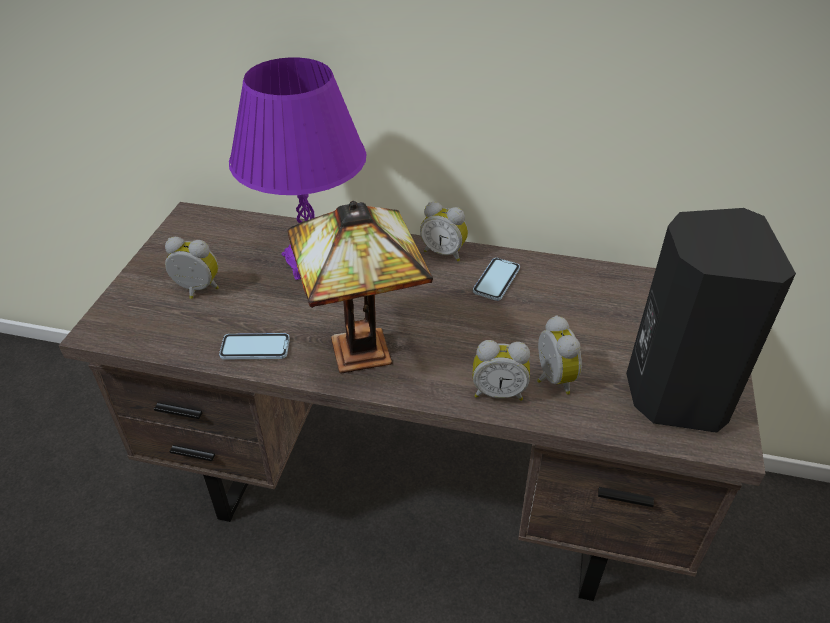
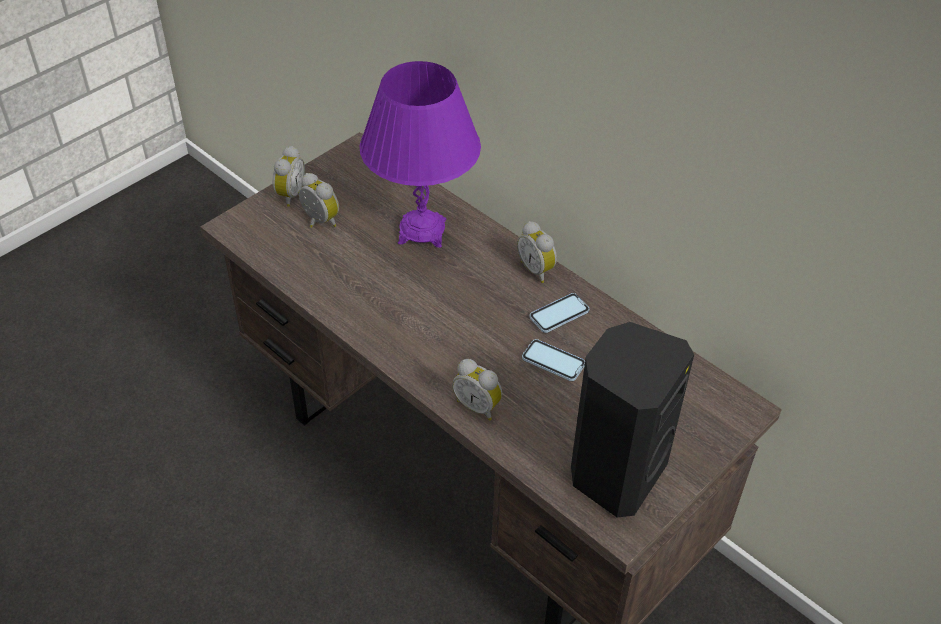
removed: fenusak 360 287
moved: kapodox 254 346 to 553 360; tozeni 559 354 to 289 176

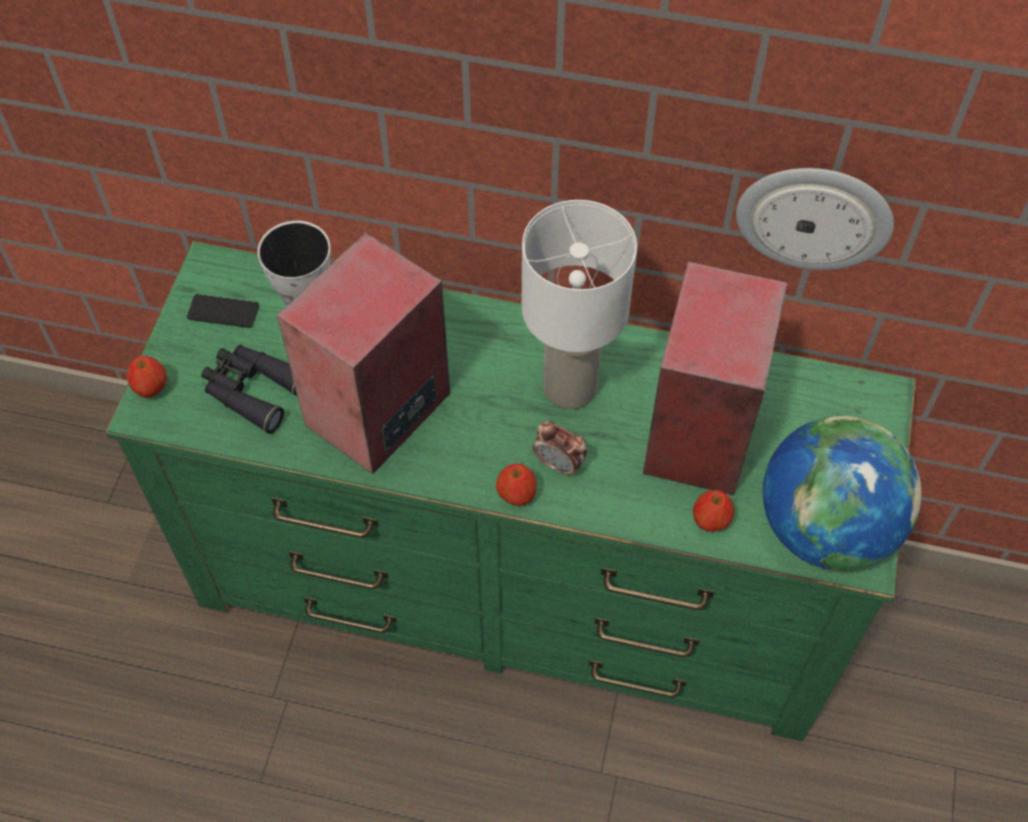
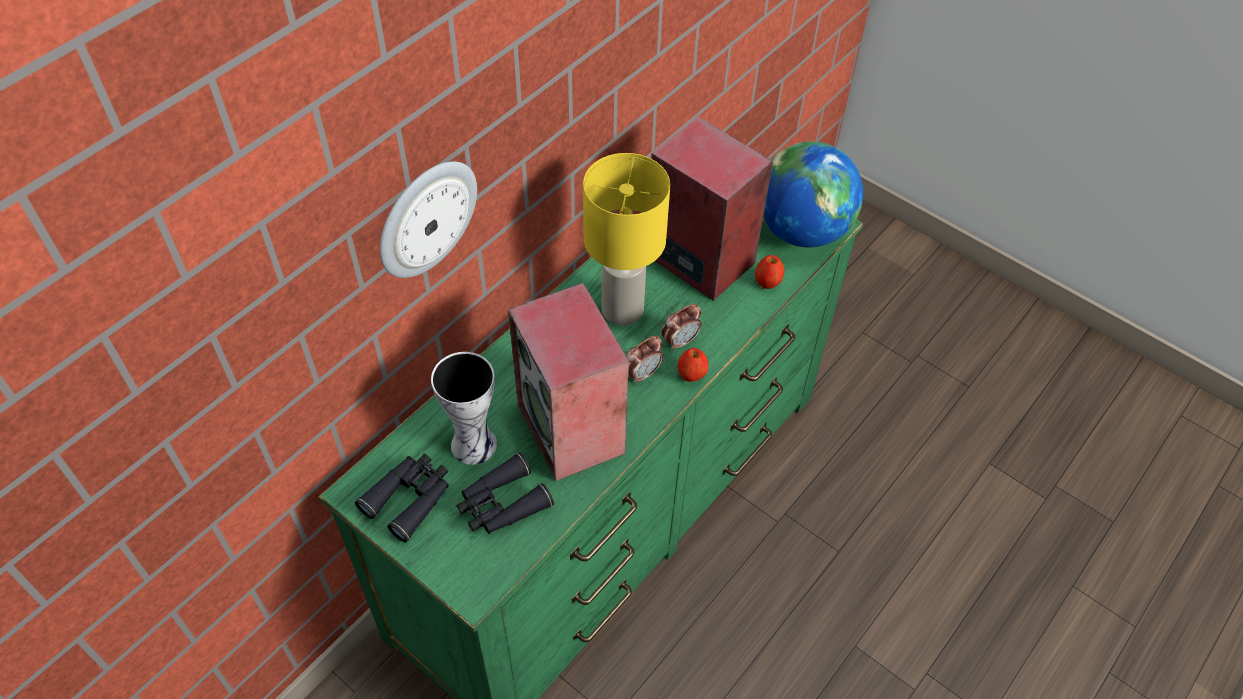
removed: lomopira 147 377
added: tozeni 644 360
moved: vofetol 815 219 to 428 219
replaced: kapodox 223 311 to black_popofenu 402 498
recoloured: white_fenusak 579 304 to yellow_fenusak 626 239

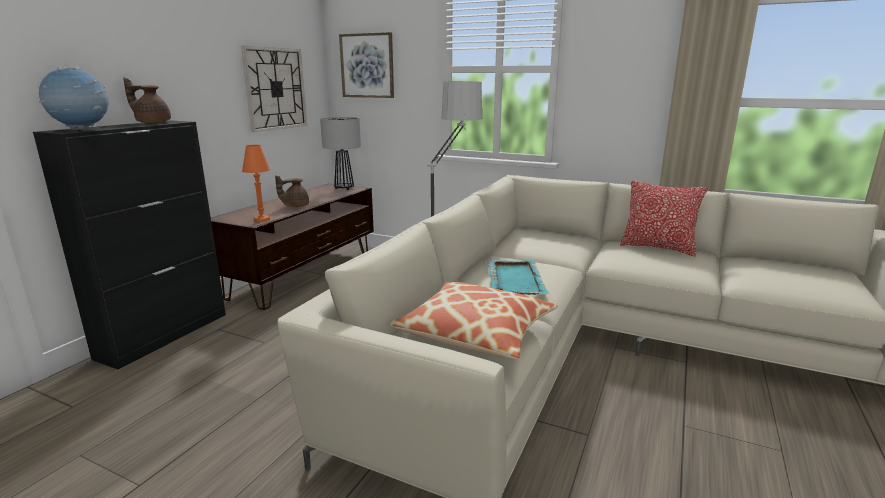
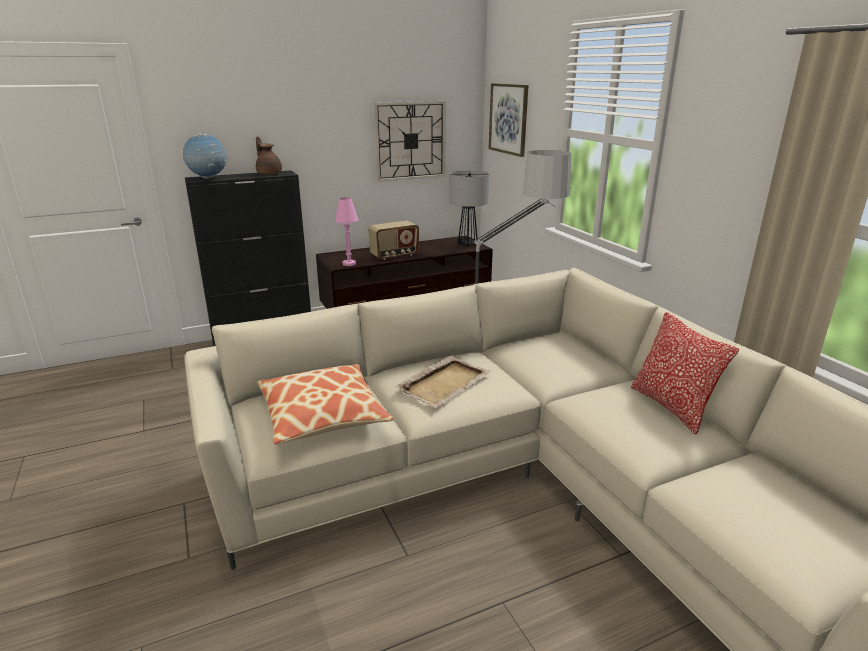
replaced: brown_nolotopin 292 191 to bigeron 393 240
recoloured: orange_fenusak 256 183 to pink_fenusak 346 231; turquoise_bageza 518 277 to beige_bageza 443 382

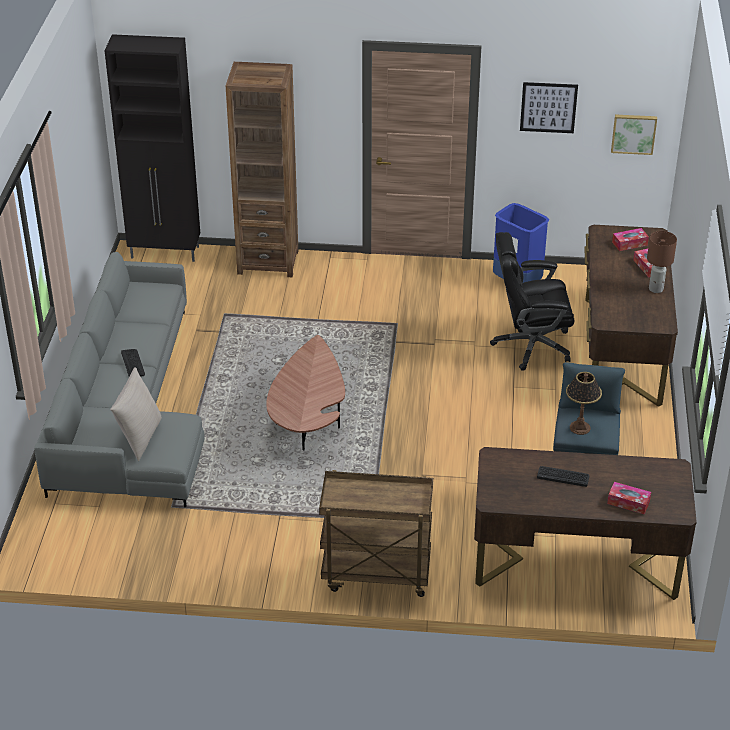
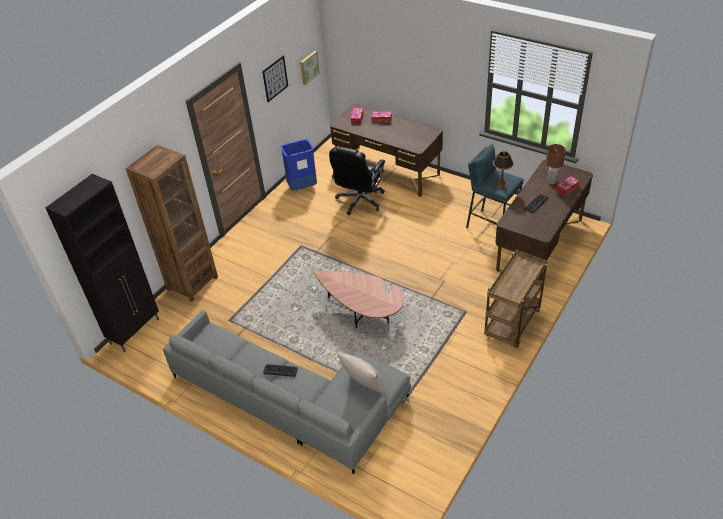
moved: brown_fenusak 662 262 to 556 164

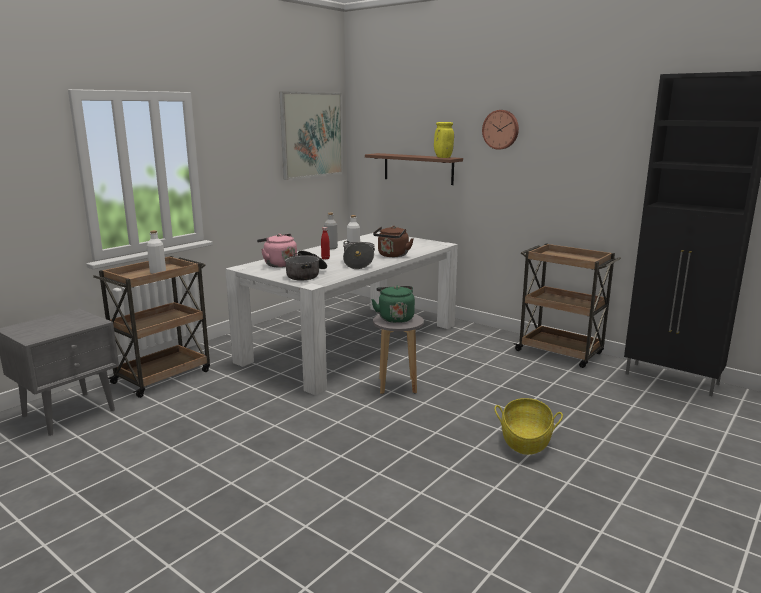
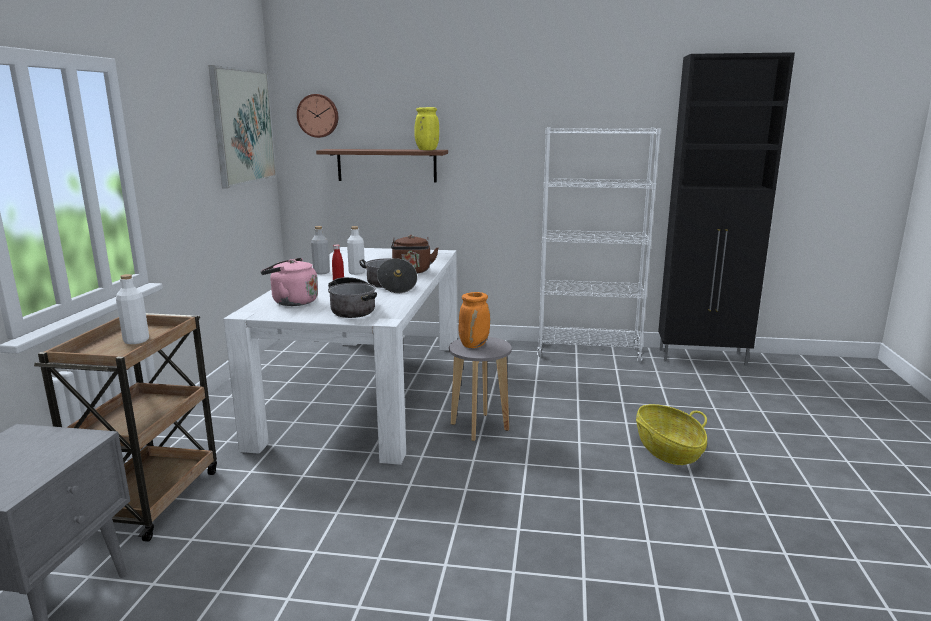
moved: vofetol 500 130 to 317 116
replaced: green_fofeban 393 304 to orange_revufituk 474 320; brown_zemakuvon 567 306 to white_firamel 599 244

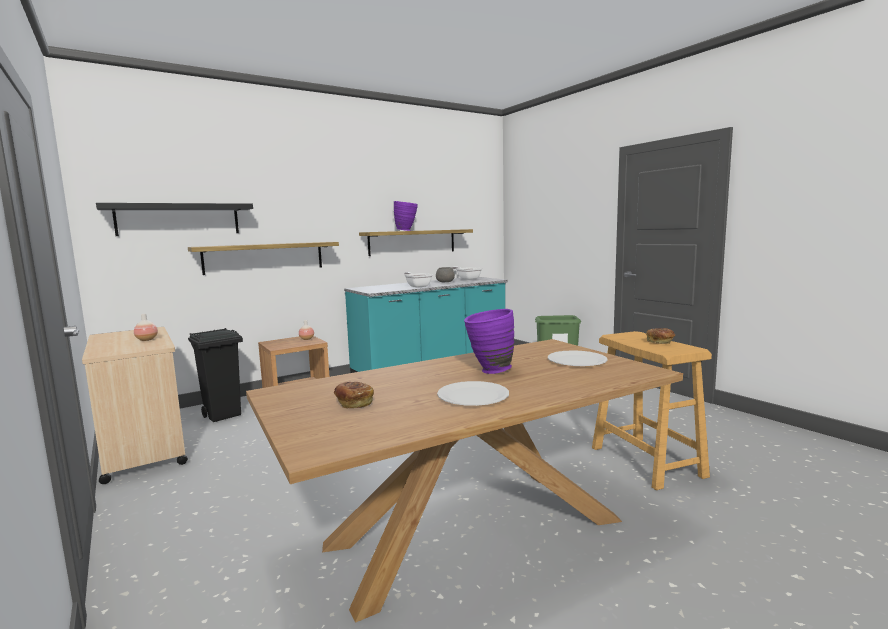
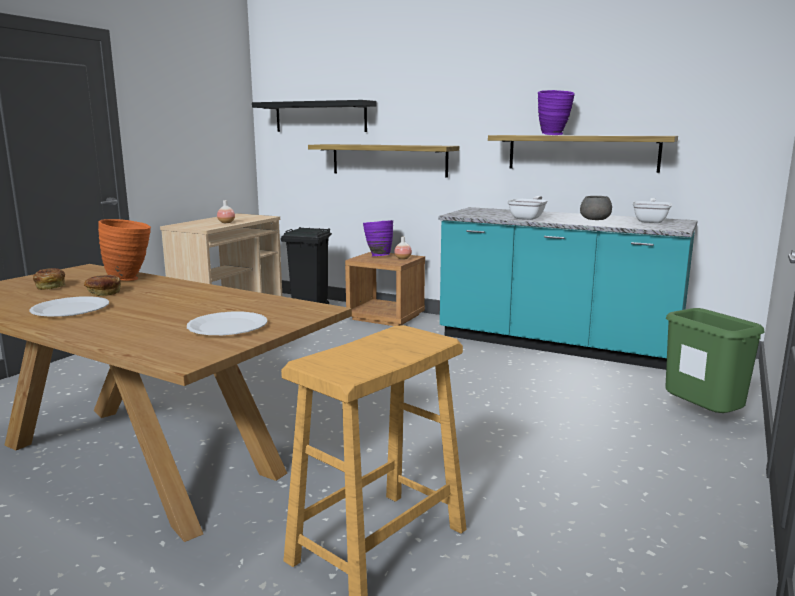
added: orange_revufituk 124 250
moved: purple_revufituk 489 341 to 378 238; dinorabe 660 336 to 102 285

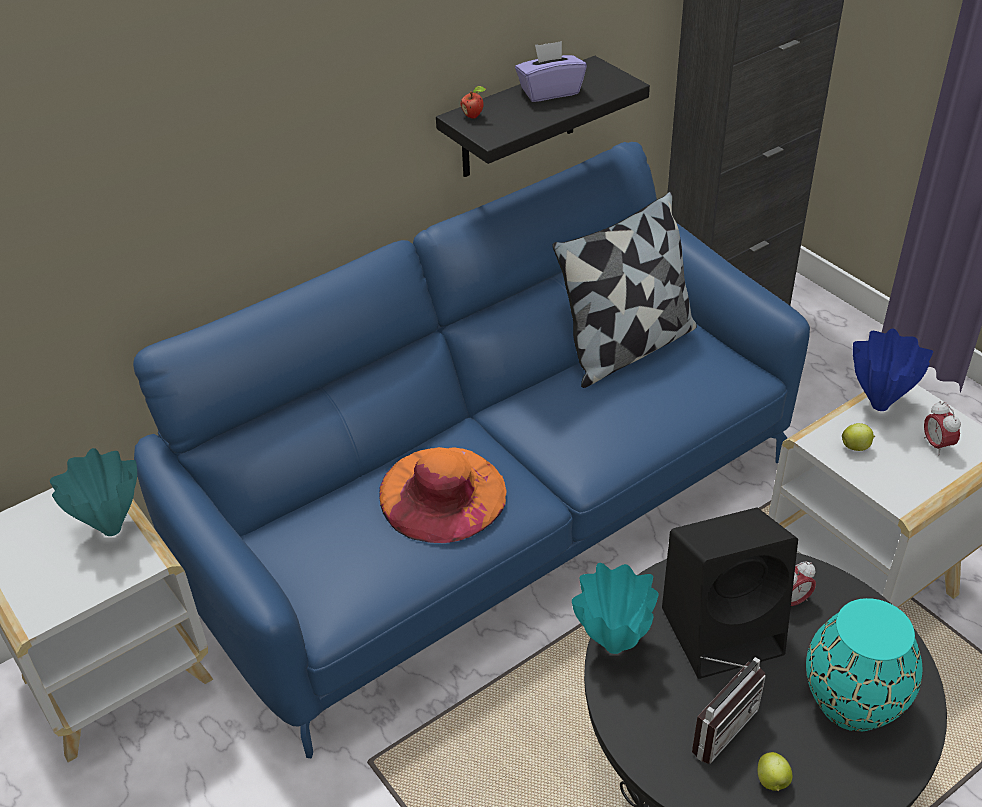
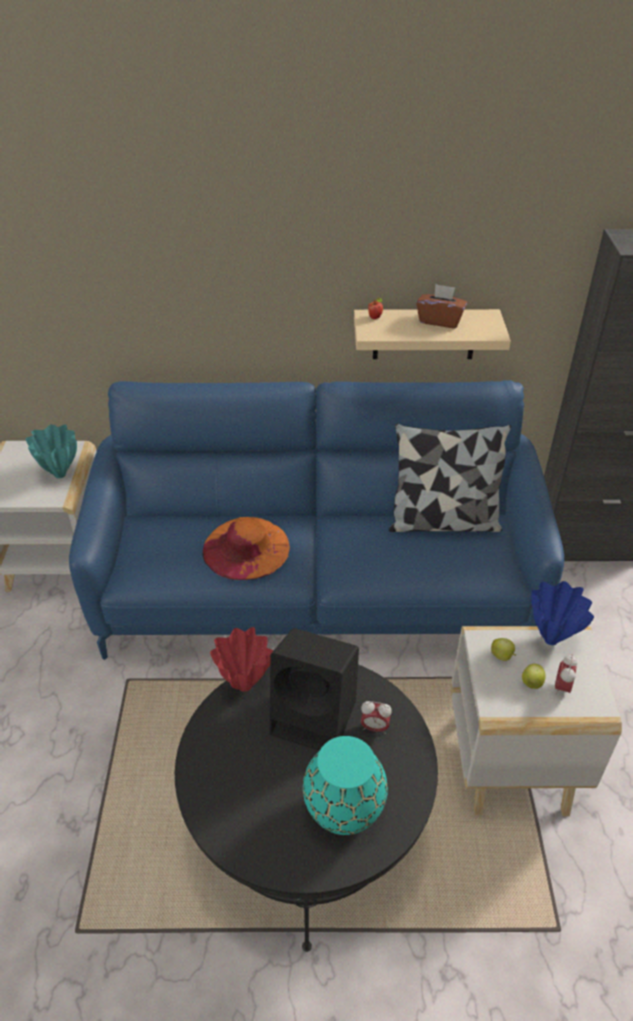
removed: bigeron 729 710
moved: lomopira 775 771 to 533 676
recoloured: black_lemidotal 543 116 to beige_lemidotal 432 334; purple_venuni 551 71 to brown_venuni 441 306; turquoise_revufituk 615 608 to red_revufituk 242 659

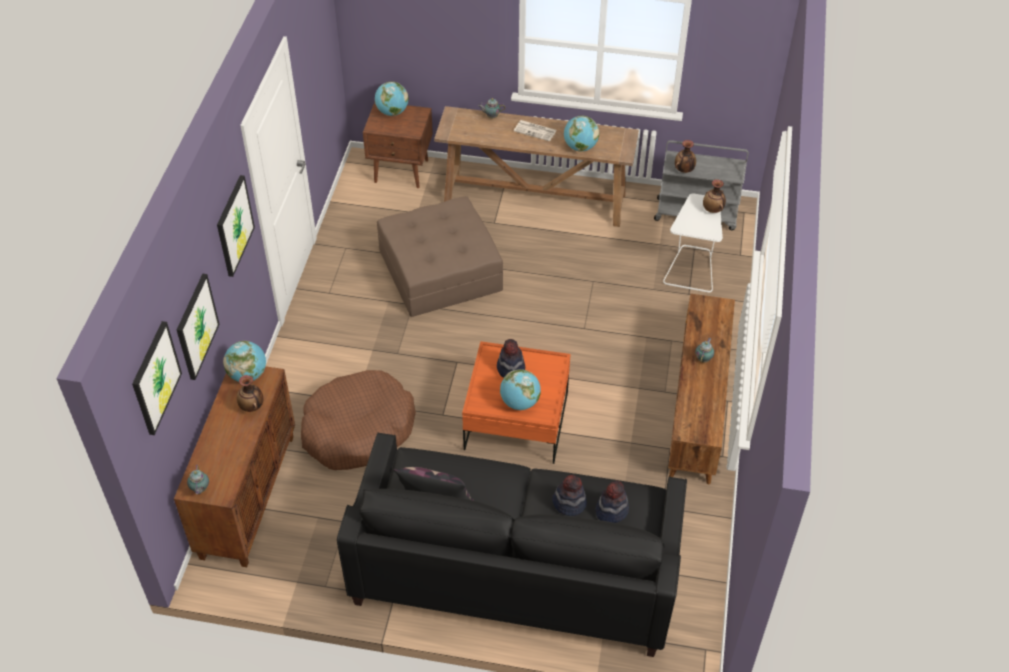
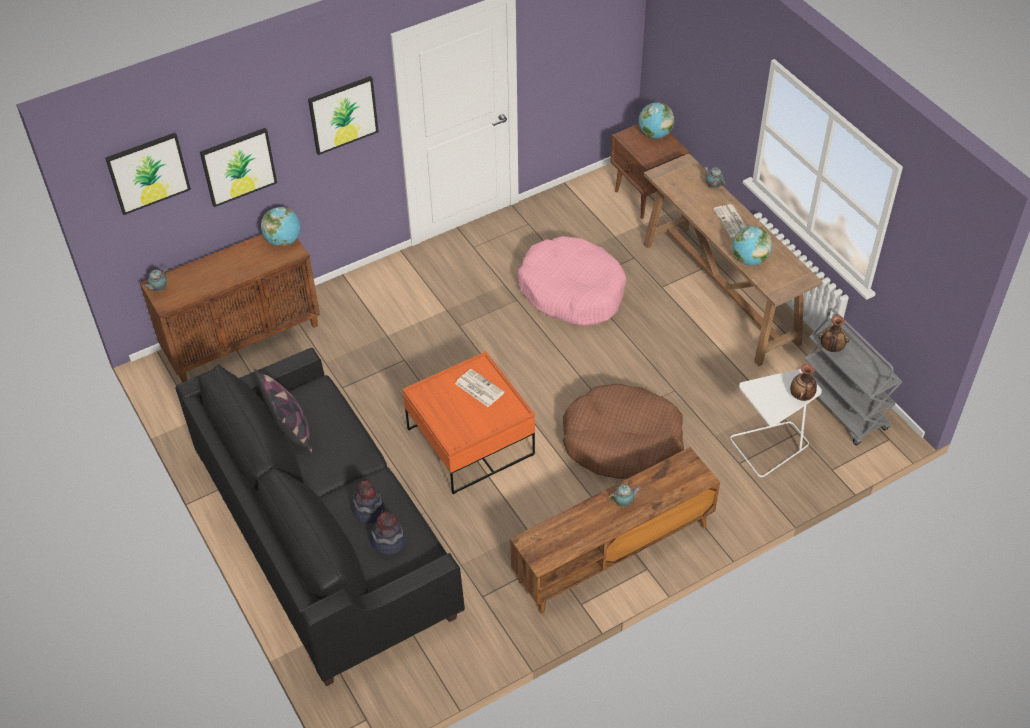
removed: revufituk 250 393; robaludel 520 389
moved: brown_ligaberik 358 420 to 623 431
replaced: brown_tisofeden 440 256 to pink_ligaberik 571 281; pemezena 511 358 to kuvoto 479 388

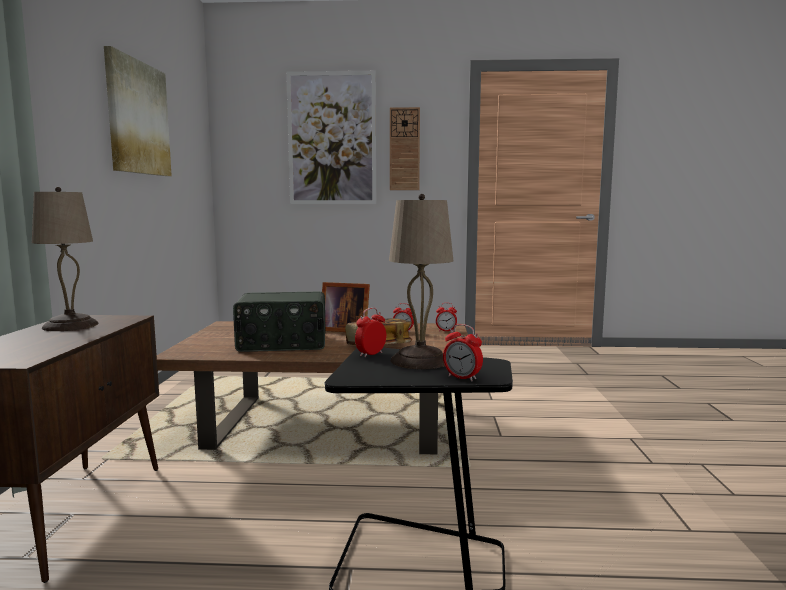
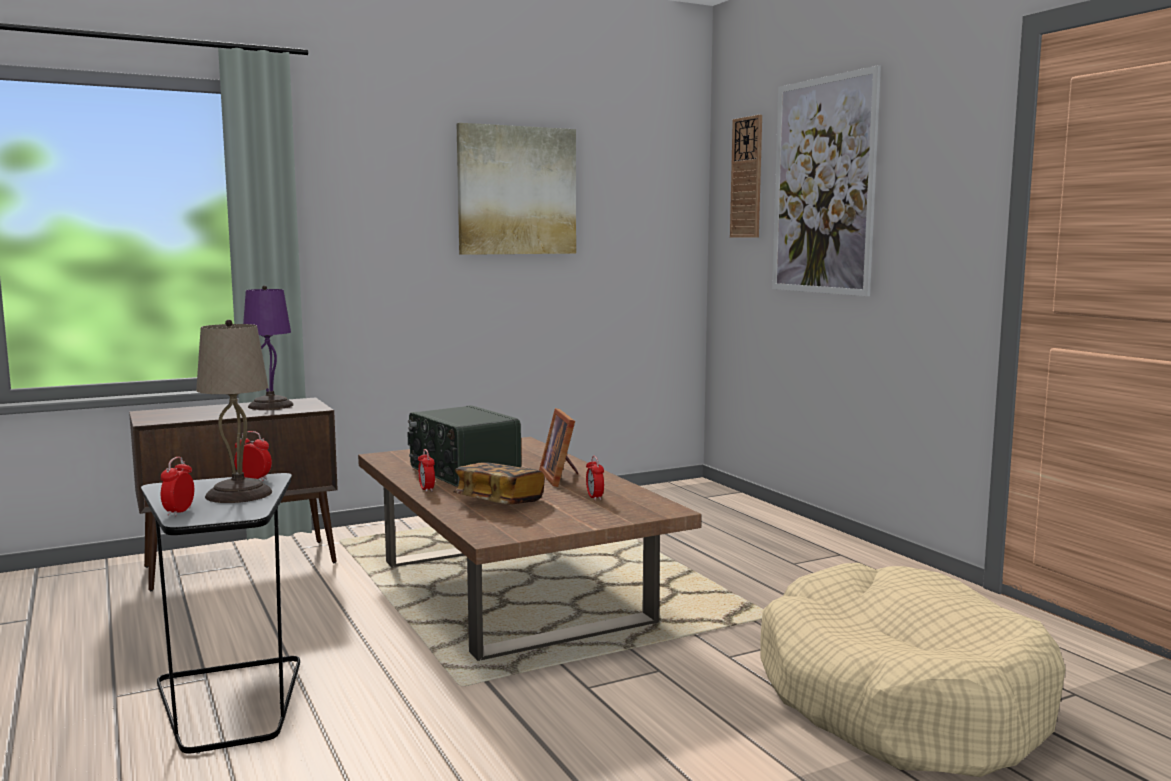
added: beige_ligaberik 913 670
moved: vofetol 405 148 to 746 176; tozeni 446 317 to 426 470
recoloured: beige_fenusak 65 259 to purple_fenusak 268 347

